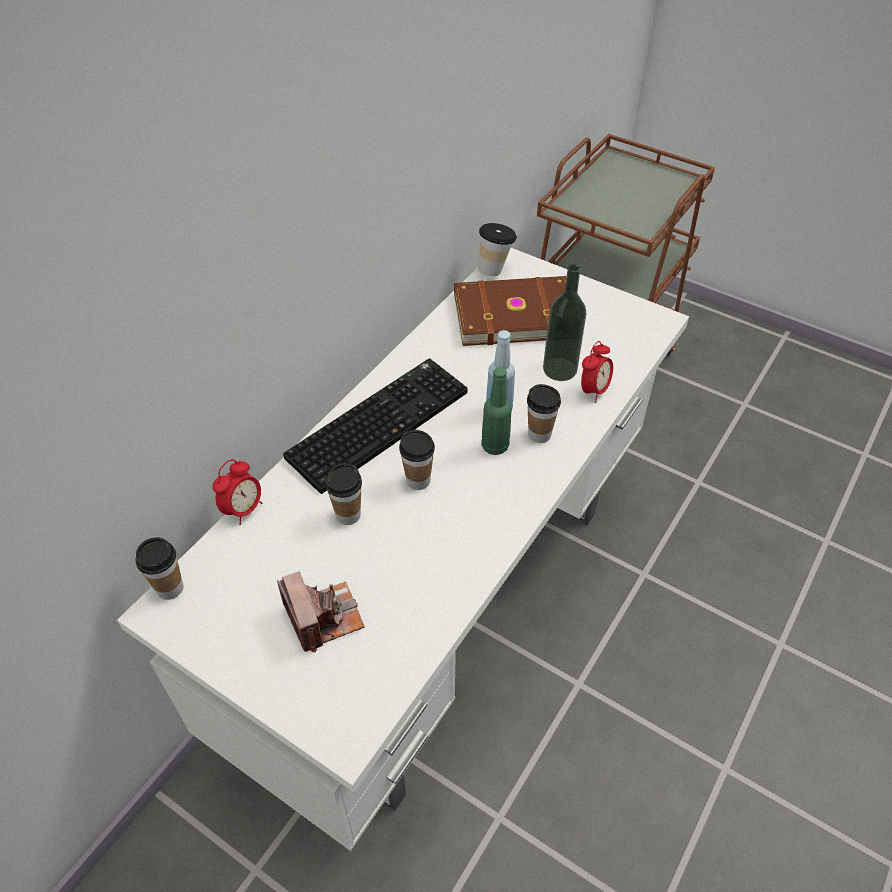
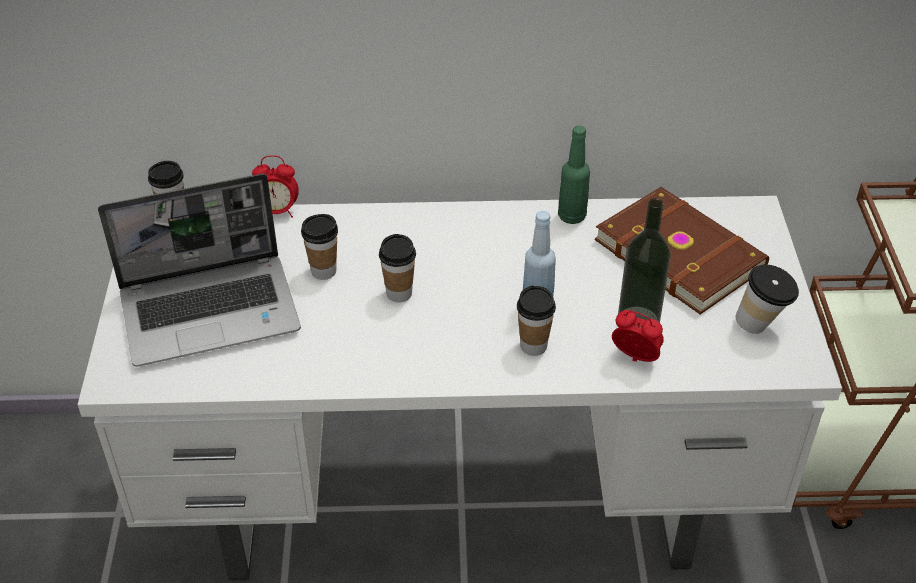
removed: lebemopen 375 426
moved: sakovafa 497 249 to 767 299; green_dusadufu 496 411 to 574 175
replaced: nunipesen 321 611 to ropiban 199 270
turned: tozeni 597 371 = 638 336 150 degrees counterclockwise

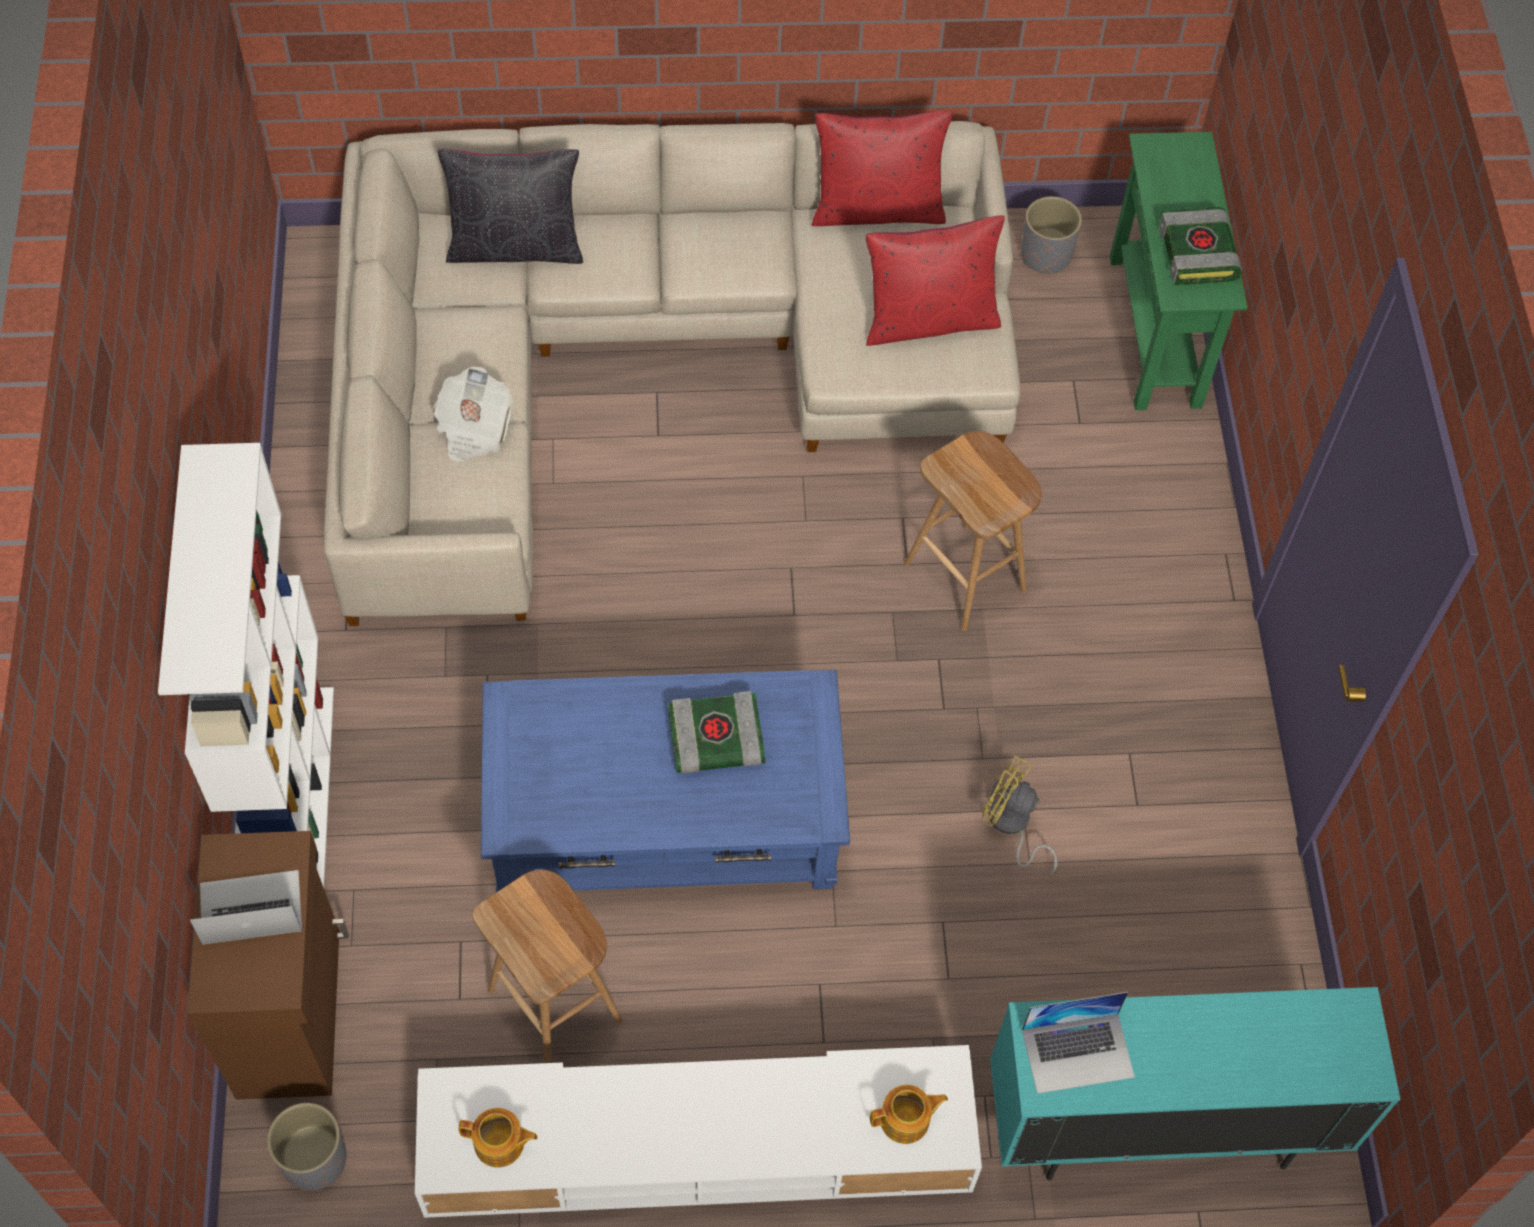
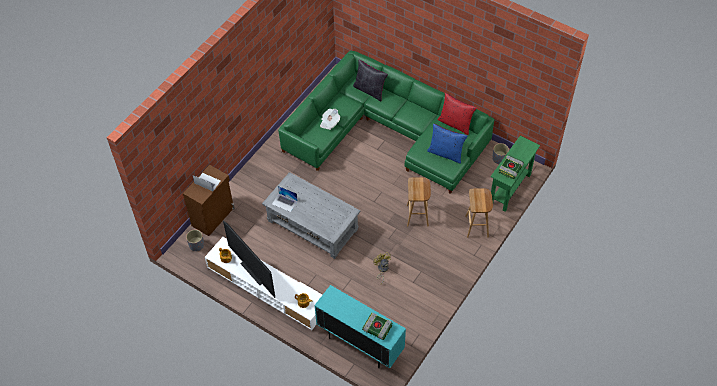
removed: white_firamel 246 665
added: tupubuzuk 249 259
moved: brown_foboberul 547 966 to 479 213; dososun 716 732 to 377 326; ropiban 1078 1043 to 285 199
recoloured: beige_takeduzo 672 373 to green_takeduzo 386 122; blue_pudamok 665 781 to grey_pudamok 311 215; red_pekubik 935 280 to blue_pekubik 447 144

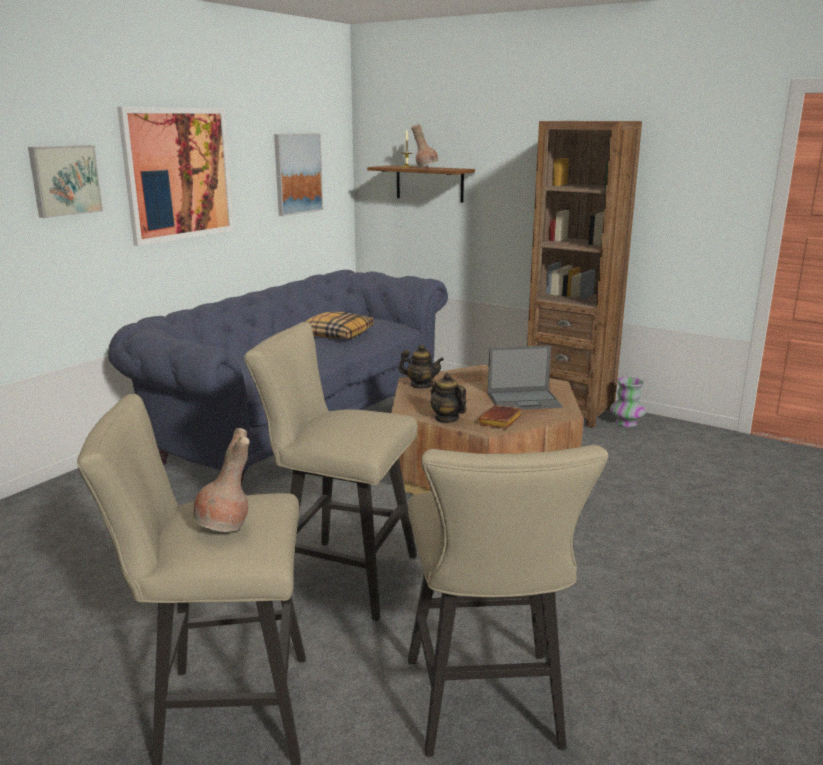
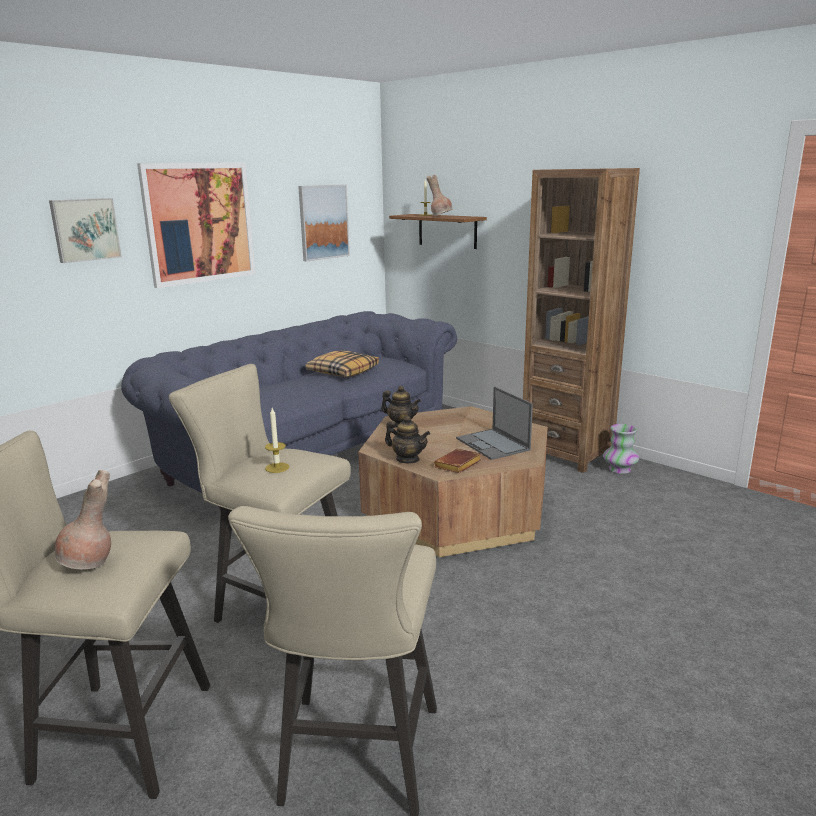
added: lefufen 277 440
turned: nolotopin 448 398 = 407 439 150 degrees clockwise; ropiban 525 377 = 494 423 60 degrees clockwise

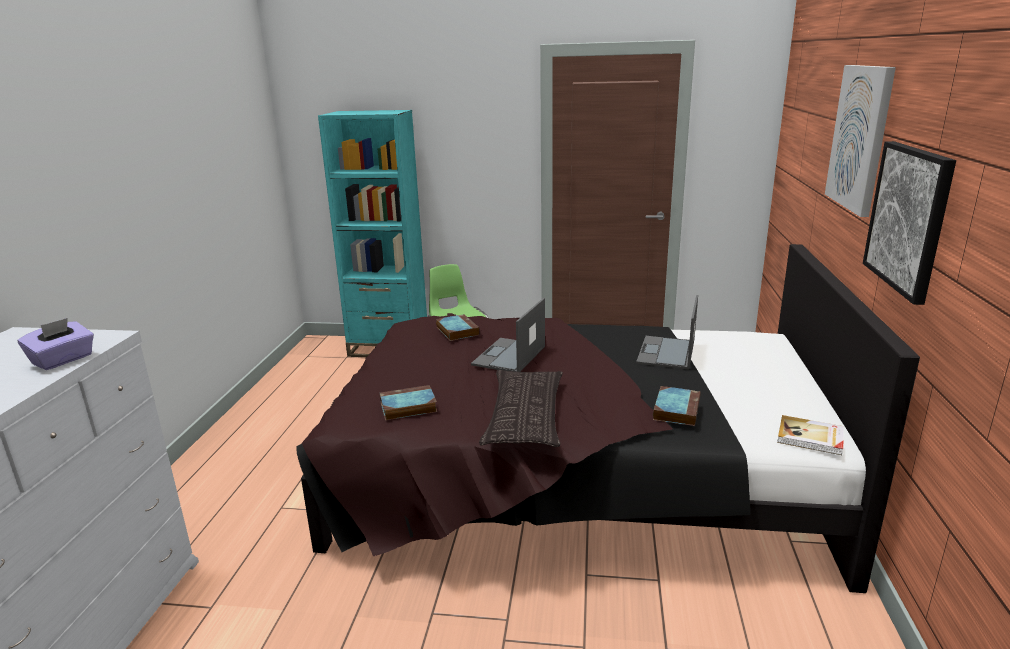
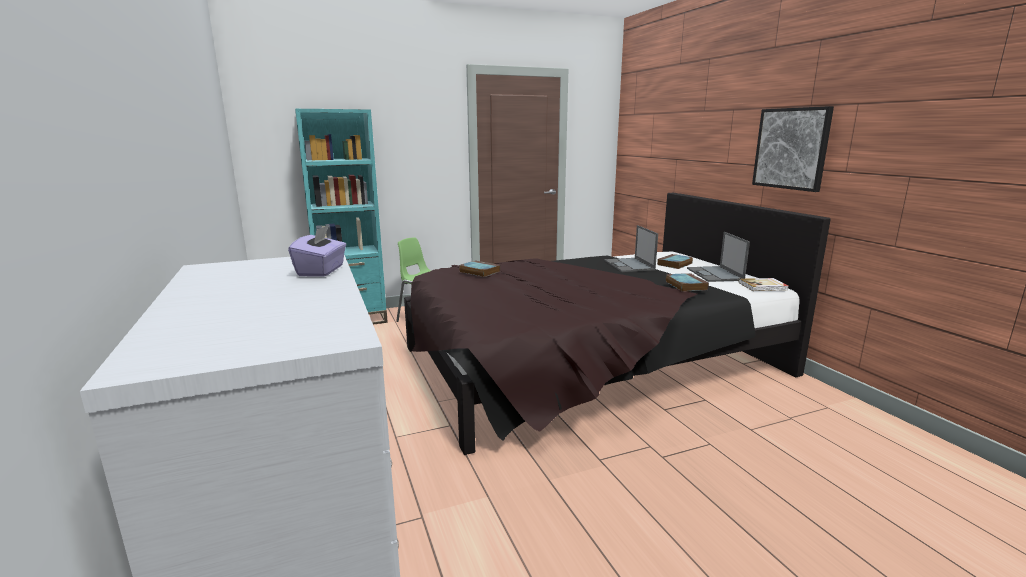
removed: pekubik 521 408; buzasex 860 141
moved: dososun 408 402 to 675 261; ropiban 508 335 to 718 257

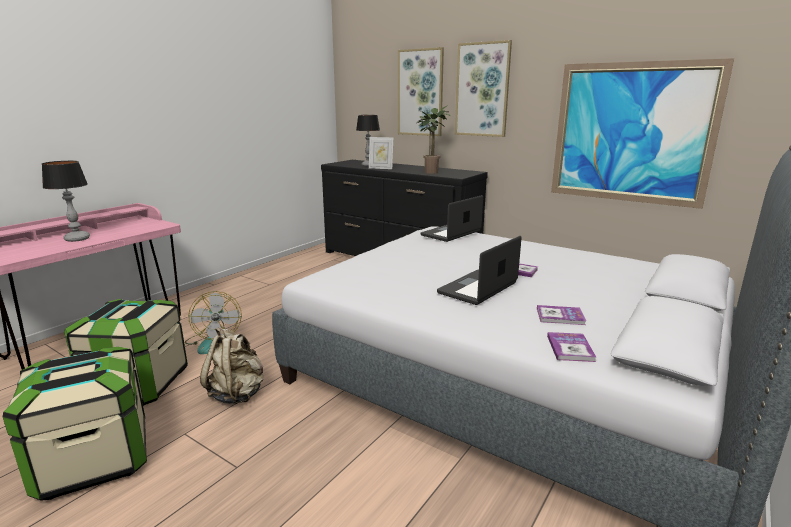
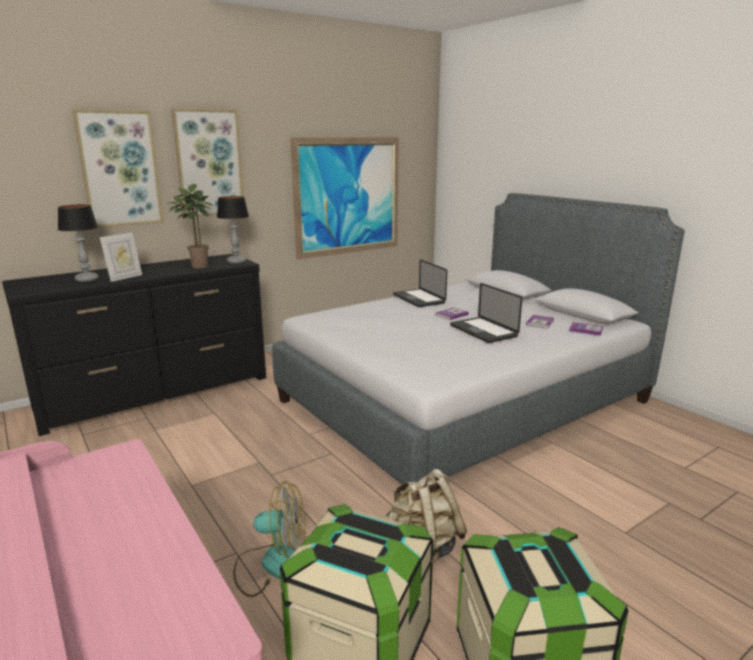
moved: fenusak 66 201 to 233 230; ropiban 452 218 to 420 283

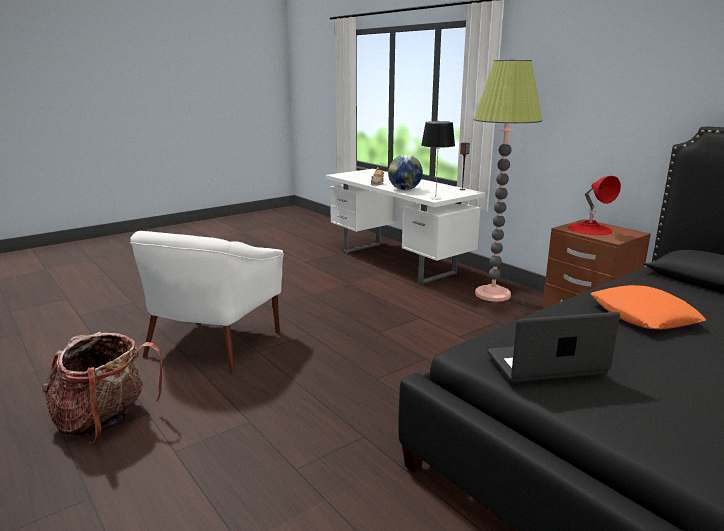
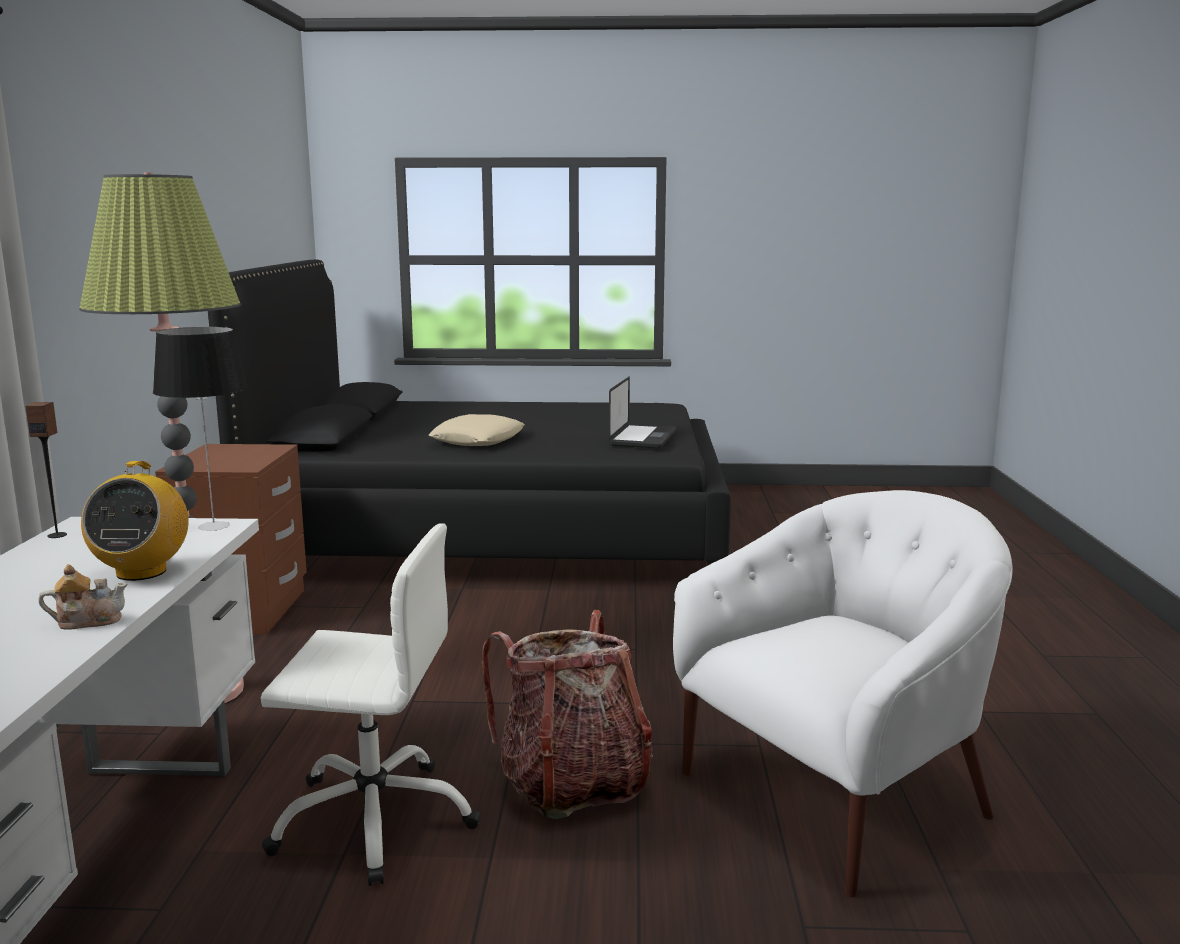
removed: red_fenusak 594 205
added: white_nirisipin 371 704
moved: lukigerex 102 387 to 567 714
replaced: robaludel 405 172 to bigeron 135 521
recoloured: orange_pekubik 648 307 to beige_pekubik 476 430
turned: ropiban 554 347 = 642 412 105 degrees counterclockwise

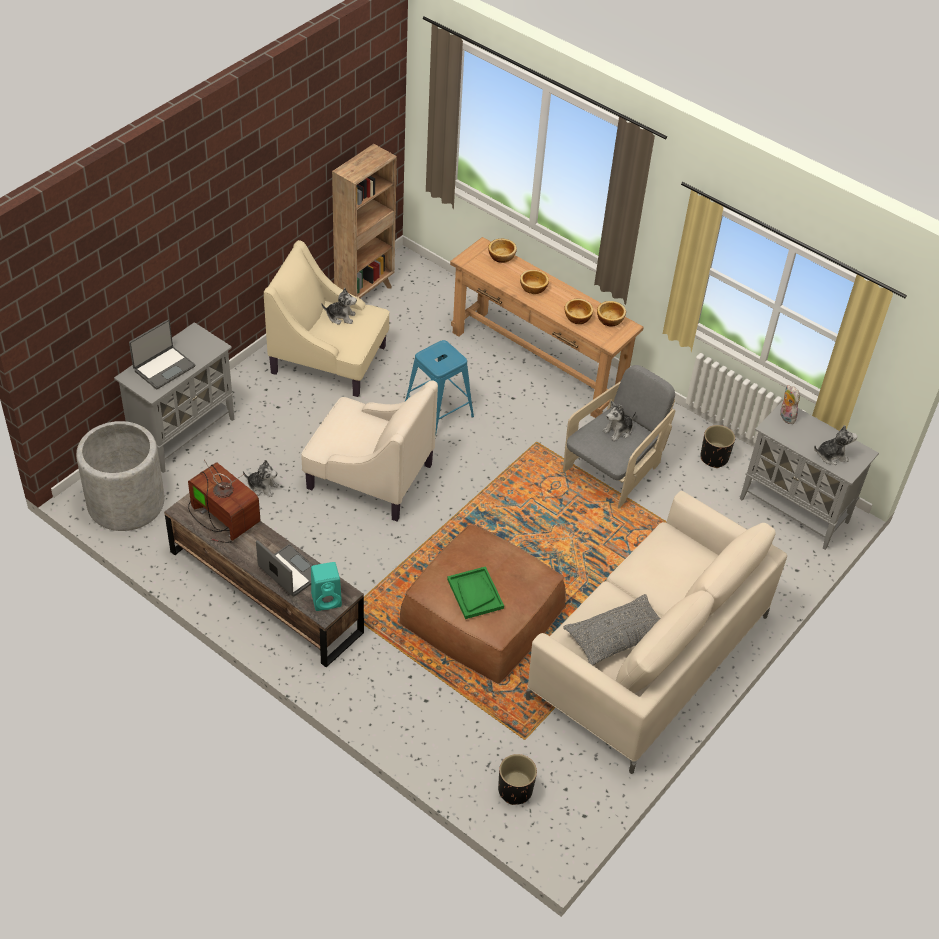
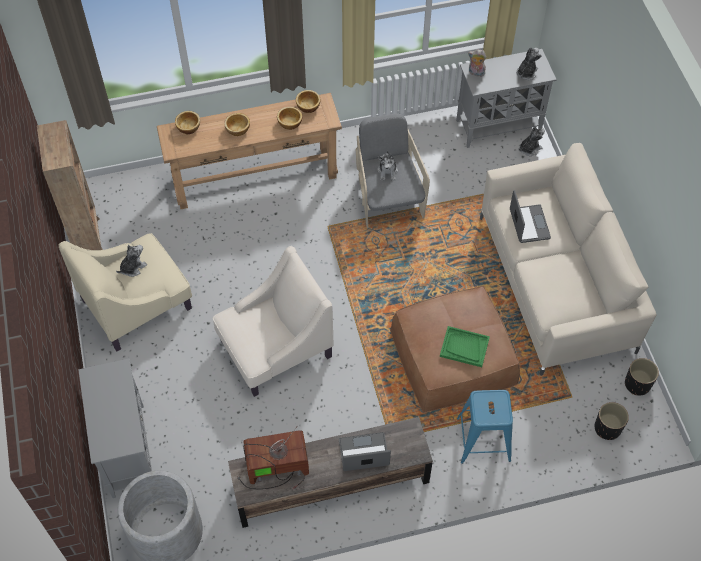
removed: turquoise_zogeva 326 586; grey_pekubik 611 629
moved: ropiban 162 354 to 530 216; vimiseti 261 478 to 532 141; blue_foboberul 439 389 to 485 427; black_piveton 718 446 to 642 376

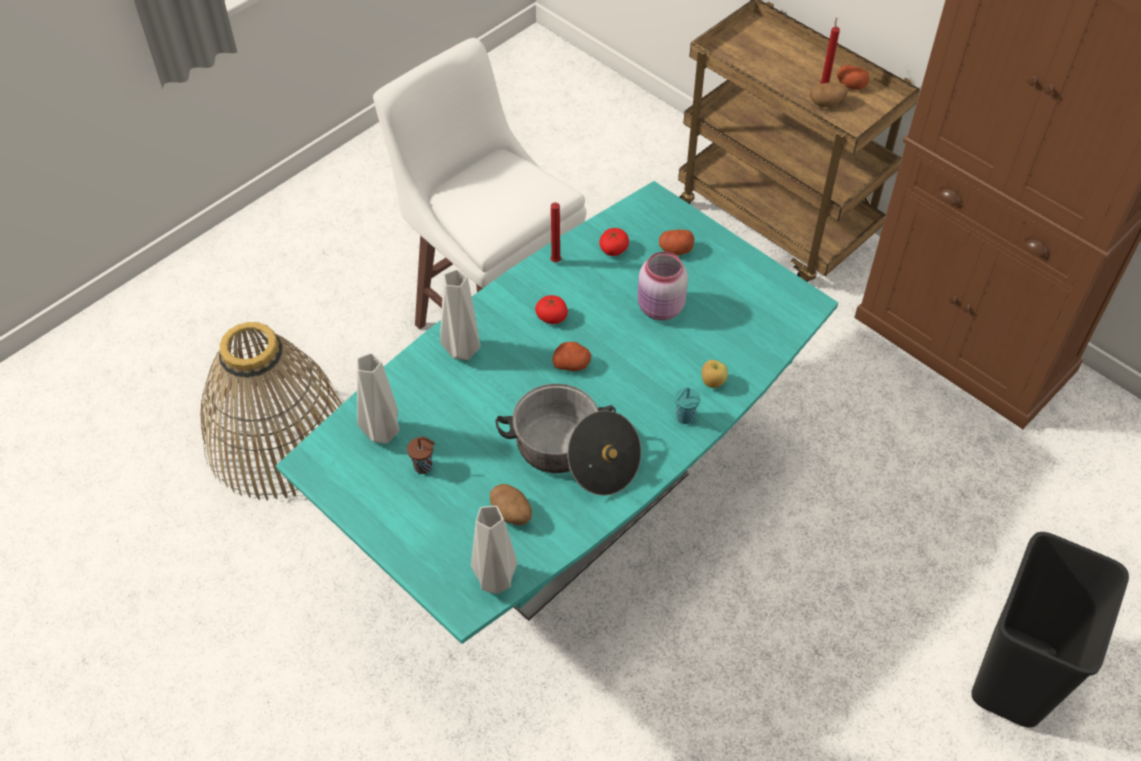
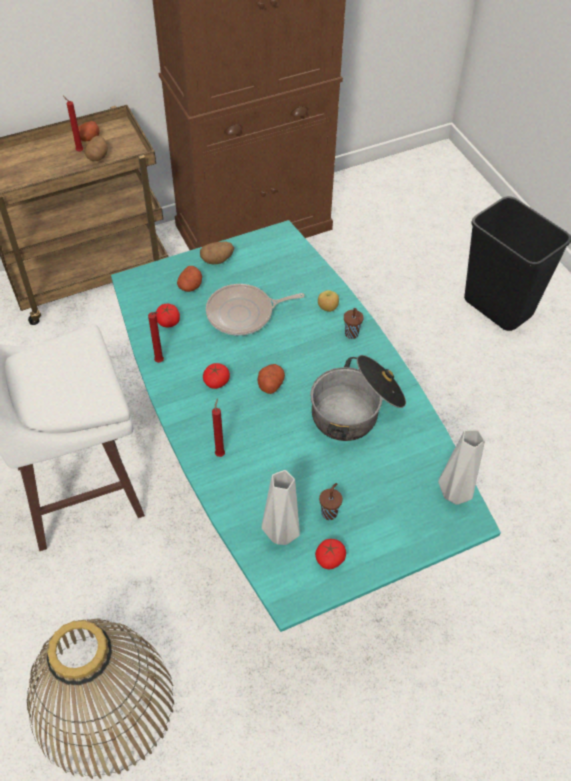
added: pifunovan 330 554
moved: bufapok 511 504 to 217 252
replaced: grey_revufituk 460 314 to red_lefufen 218 428; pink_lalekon 662 285 to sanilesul 255 310
recoloured: turquoise_sakovafa 687 405 to brown_sakovafa 354 323

